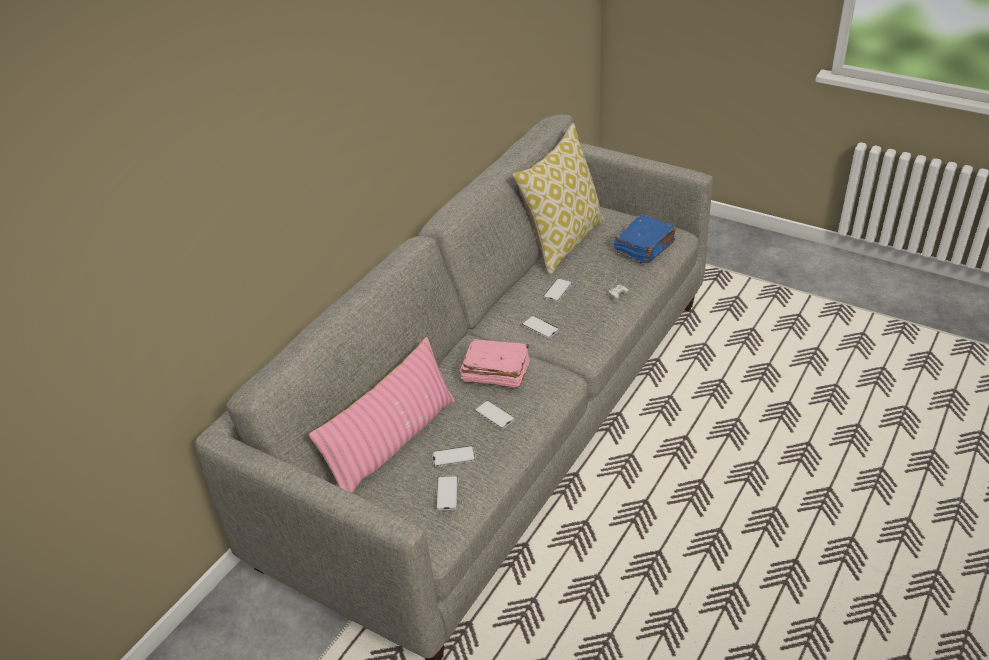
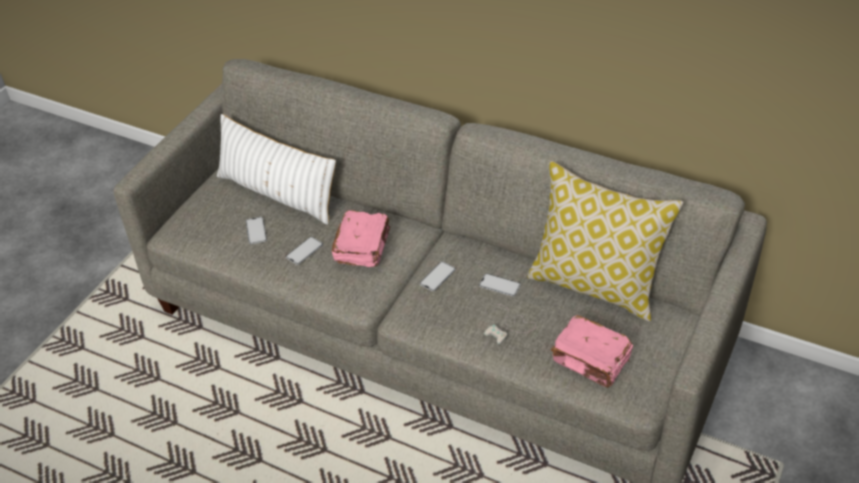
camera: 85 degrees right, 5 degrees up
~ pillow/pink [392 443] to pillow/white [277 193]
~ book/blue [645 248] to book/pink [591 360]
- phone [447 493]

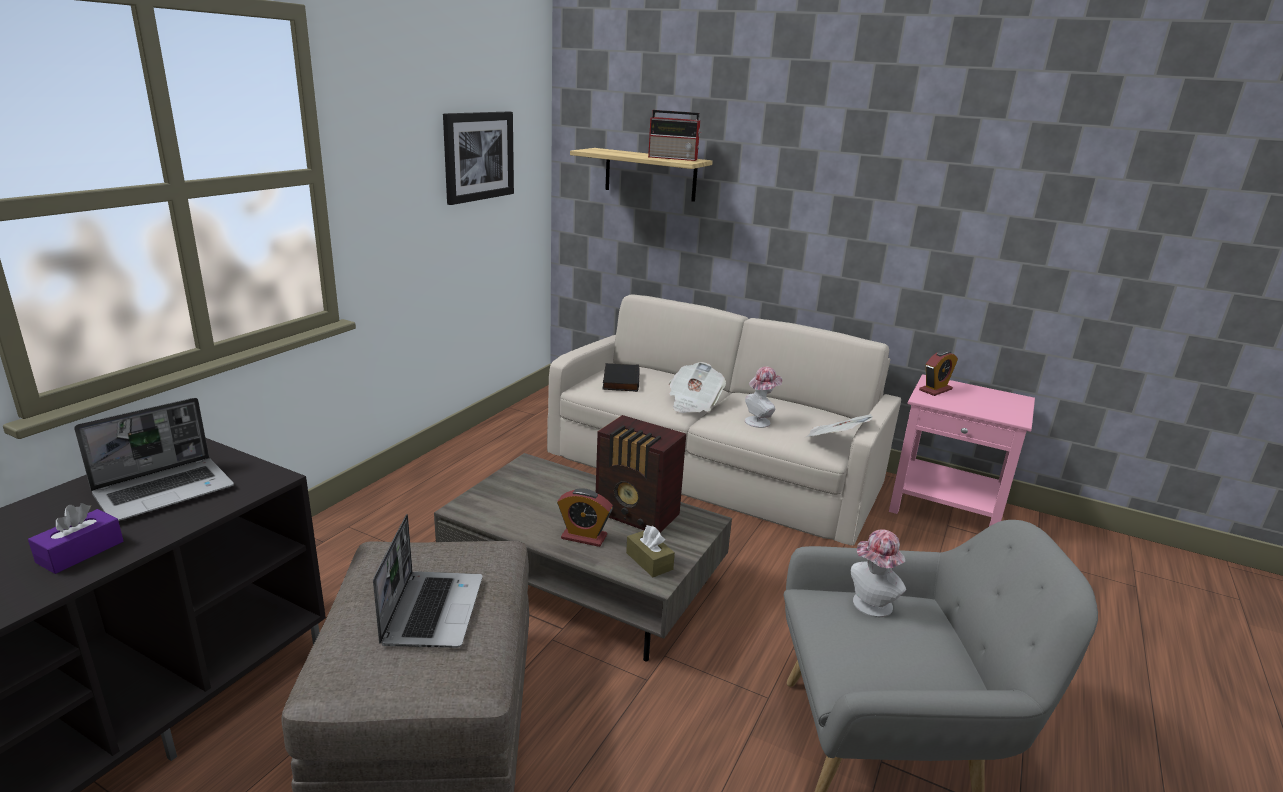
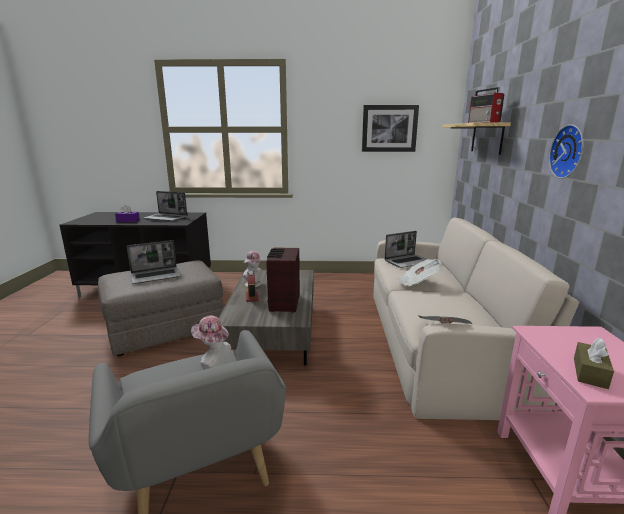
camera: 65 degrees right, 5 degrees down
~ hat [760 421] to [254 285]
~ book/black [619 380] to laptop [407 262]
+ wall clock [569 151]
~ tissue box/brown [649 561] to [590 372]
- alarm clock [935 390]

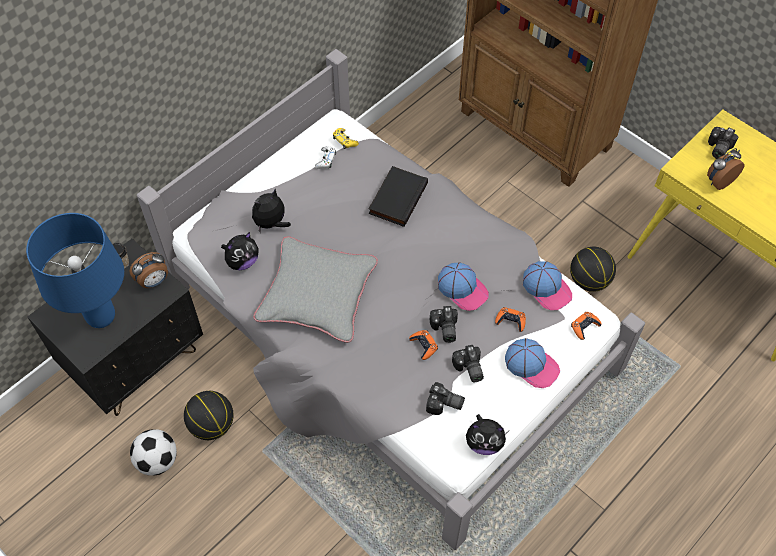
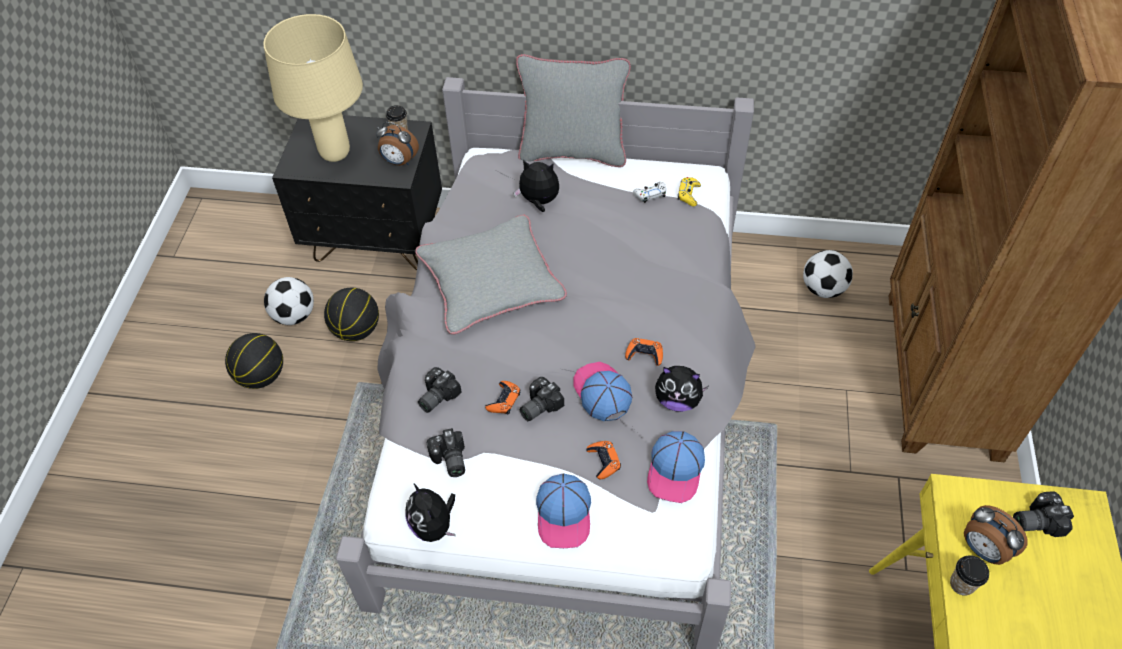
camera: 55 degrees right, 5 degrees down
~ basketball [589 280] to [262 376]
~ table lamp/blue [102 318] to table lamp/beige [335 154]
~ photo camera [468 369] to [435 396]
+ pillow/grey [573 152]
~ cap [462 289] = [601 392] 150 degrees clockwise
~ game controller/orange [584 327] to [644 354]
~ plush toy [242 261] to [677 400]
+ football [823 289]
+ cup [962 584]
~ alarm clock [718 181] = [983 549] 150 degrees counterclockwise
- book/black [397 198]

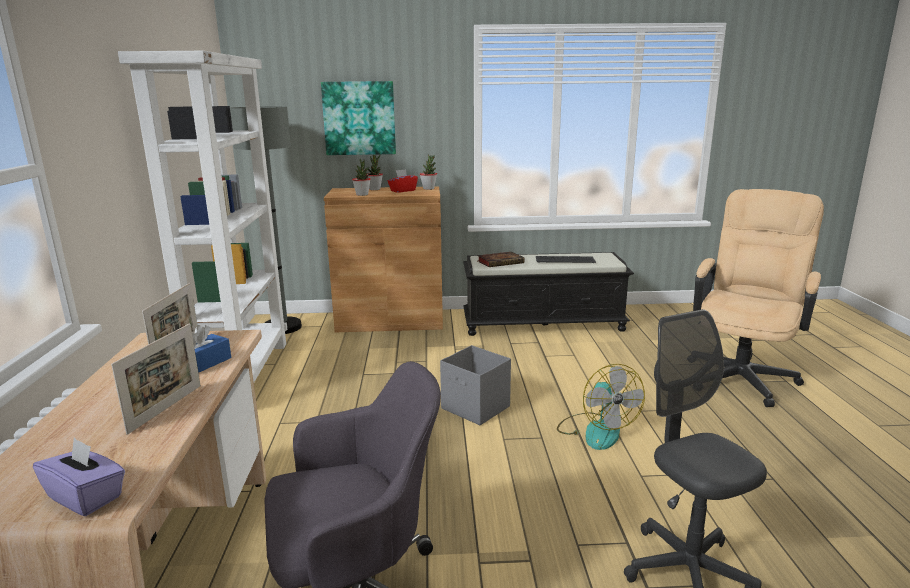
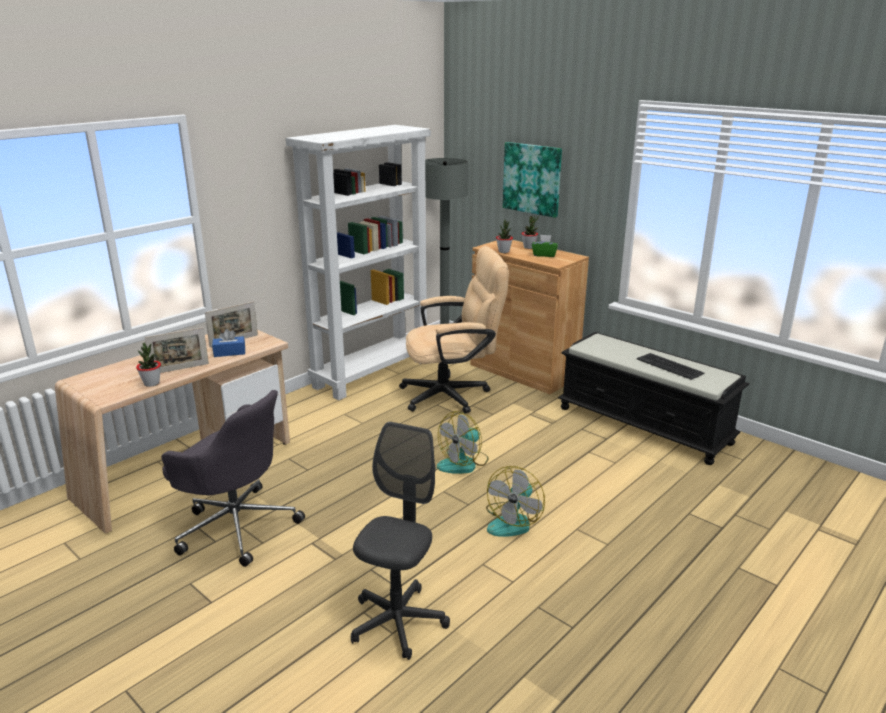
camera: 45 degrees right, 5 degrees up
~ potted plant [428 188] to [151 383]
~ office chair/beige [742 374] to [453 394]
~ storage box/grey [476 408] to fan [463 463]
~ tissue box/red [402 191] to tissue box/green [544 255]
- tissue box/purple [86 497]
- book [501 262]

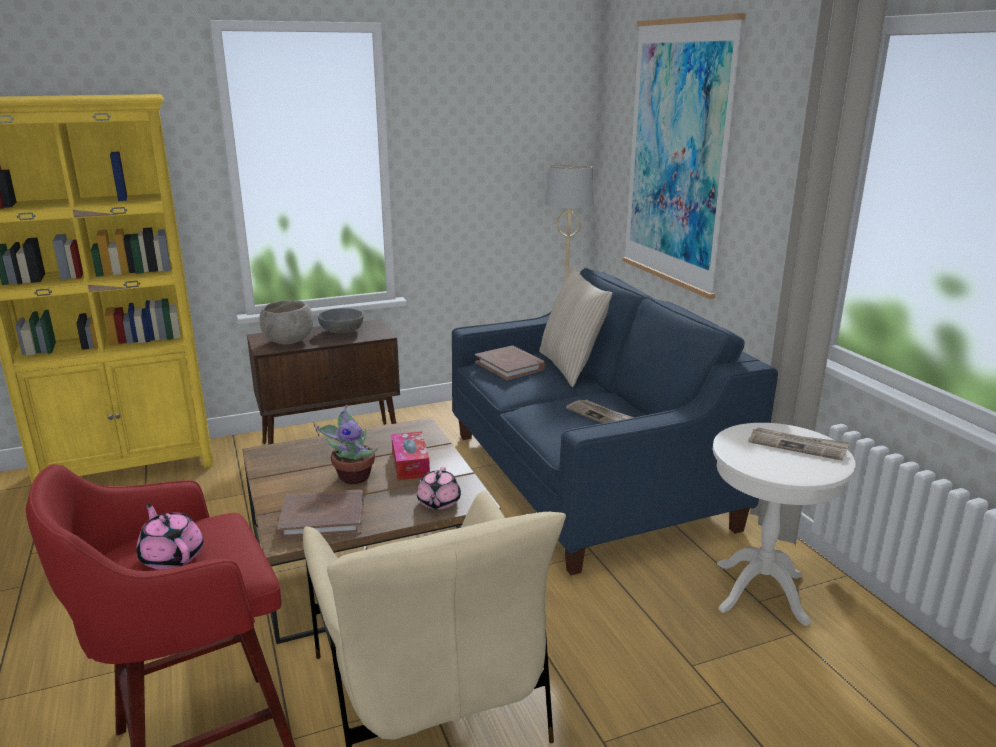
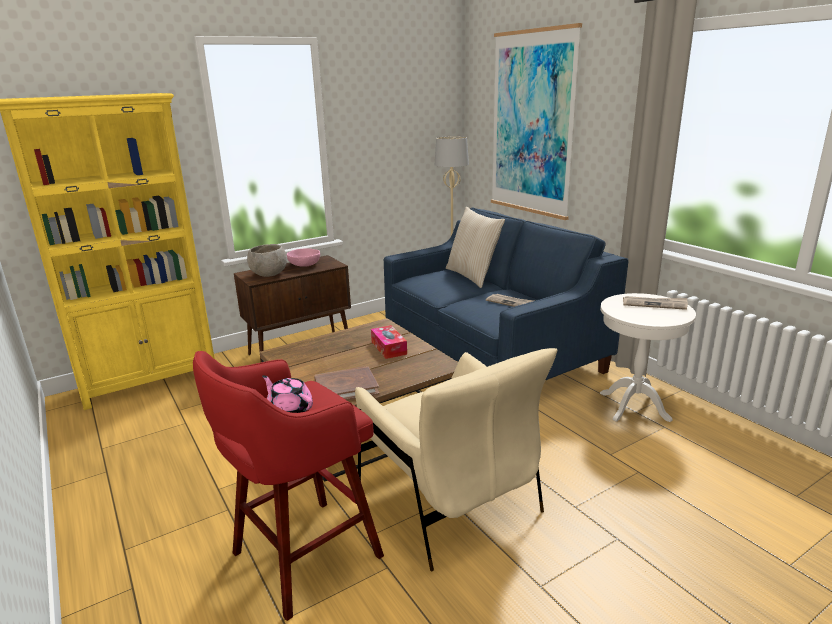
camera: 10 degrees left, 0 degrees up
~ bowl/grey [342 331] to bowl/pink [304 265]
- potted plant [352 476]
- teapot/pink [438 502]
- book/brown [510 366]

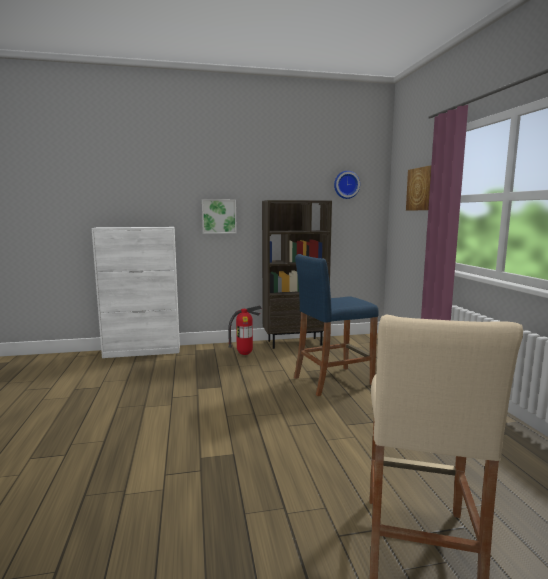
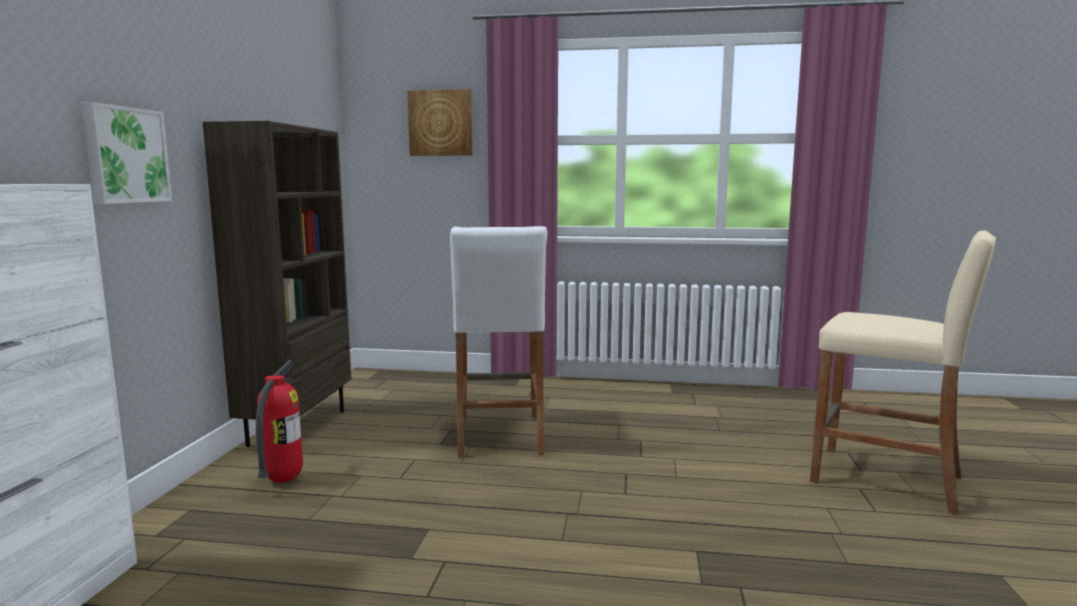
camera: 70 degrees left, 0 degrees up
~ stool/blue [333 381] to stool/white [499 434]
- wall clock [346 185]

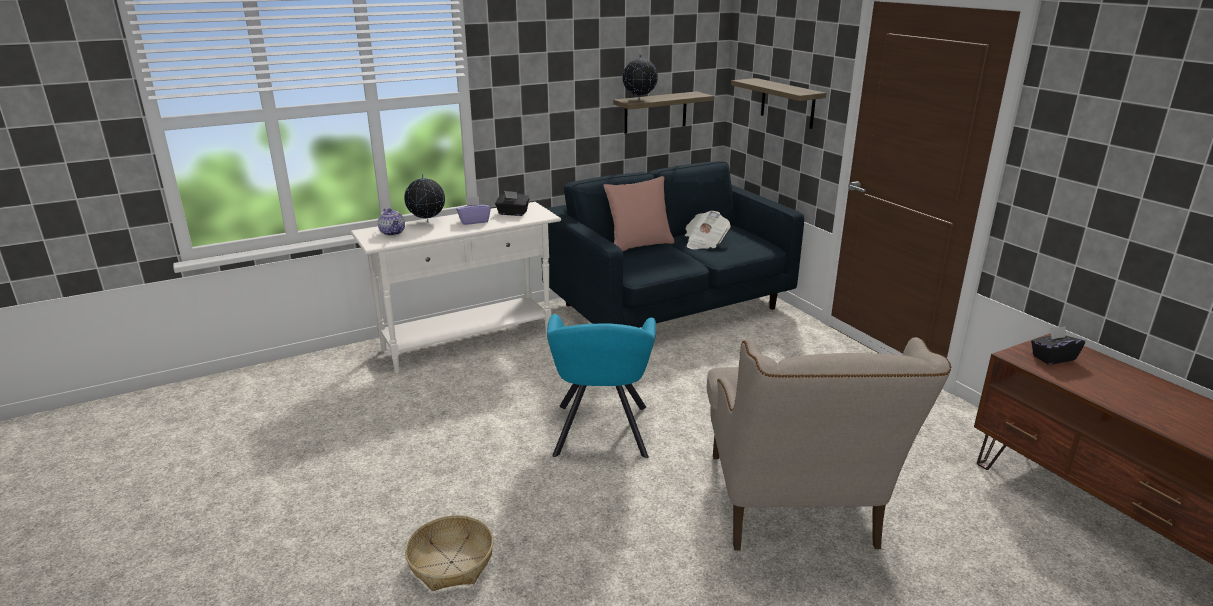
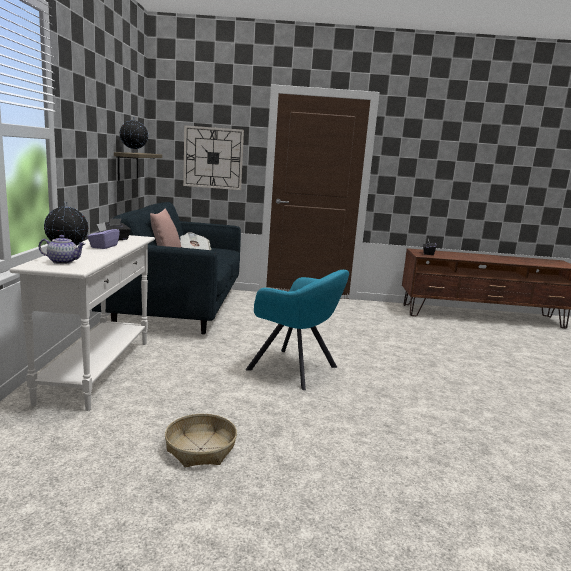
camera: 60 degrees left, 10 degrees down
~ basket [451 562] to [201 449]
~ shelf [787 103] to wall clock [213 158]
- armchair/beige [794 513]

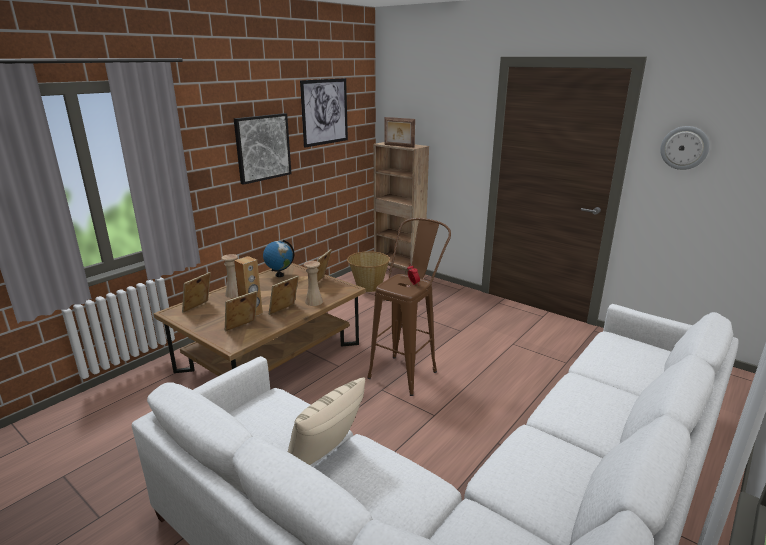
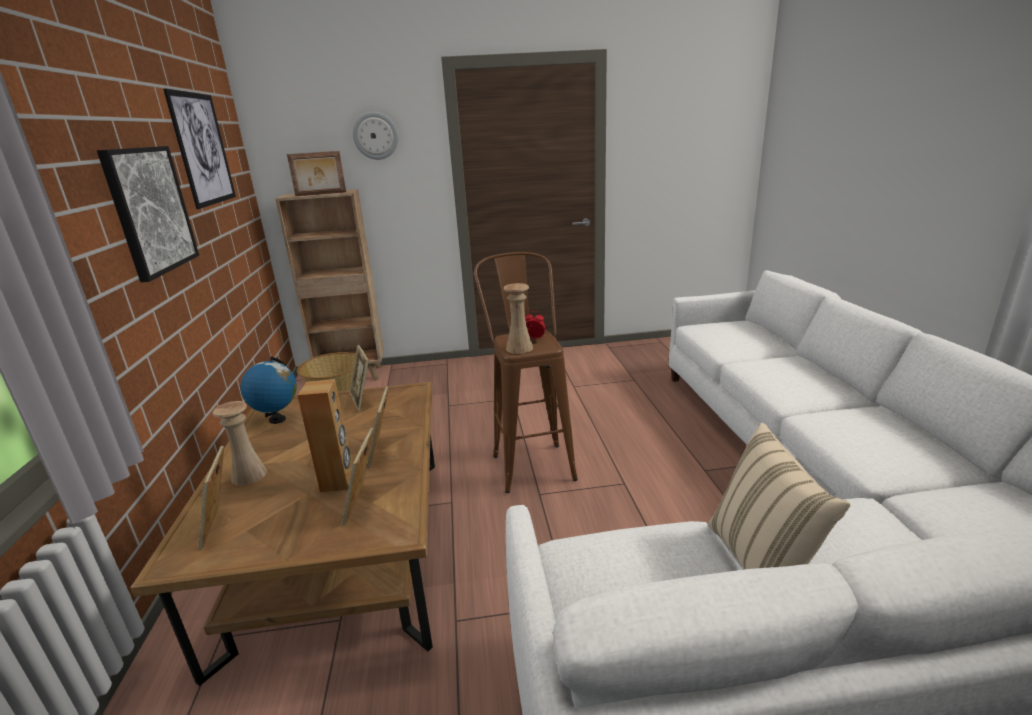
camera: 45 degrees left, 0 degrees up
~ wall clock [684 148] to [375 136]
~ vase/beige [314 302] to [519 348]

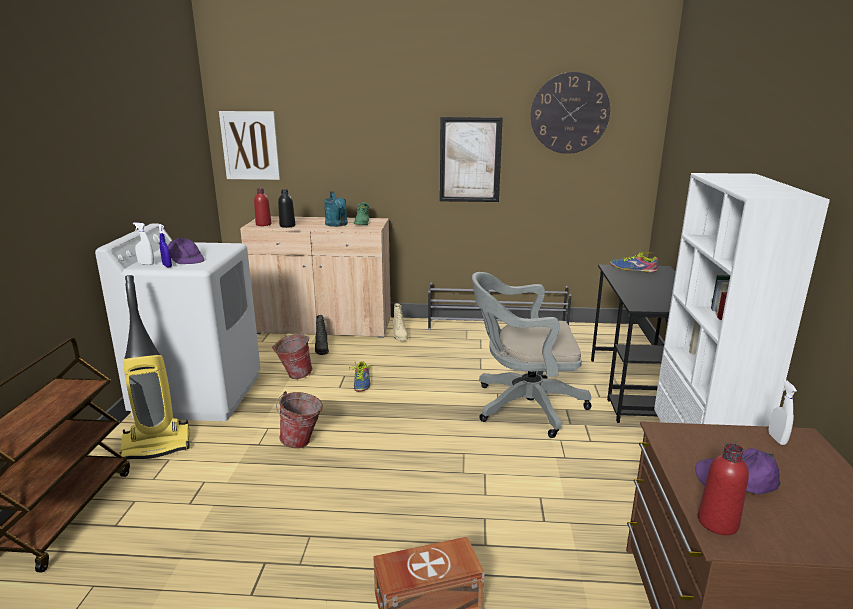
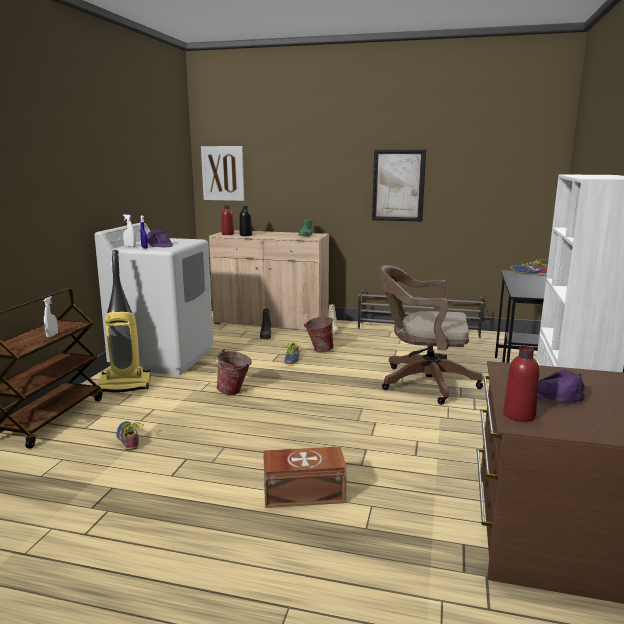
camera: 10 degrees right, 5 degrees down
~ spray bottle/white [777 439] to [52 335]
+ shoe [128 439]
~ bucket [294 375] to [318 350]
~ office chair/grey [522 406] to office chair/brown [422 382]
- watering can/turquoise [337 225]
- wall clock [569 113]

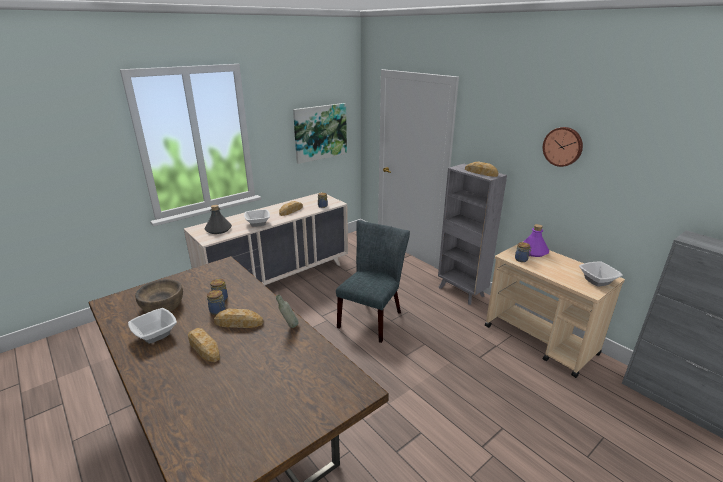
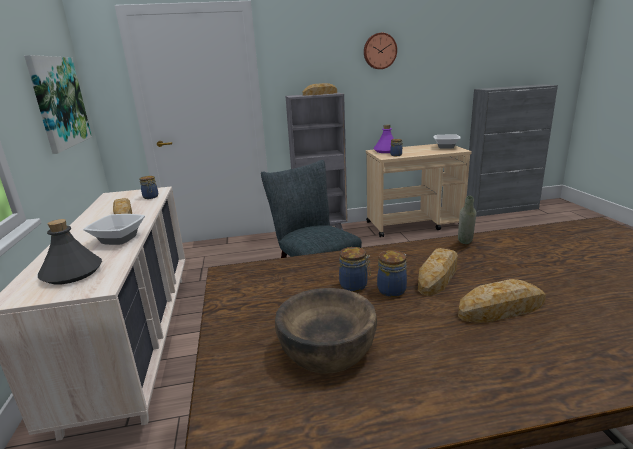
camera: 60 degrees left, 5 degrees down
- bowl [156 335]

